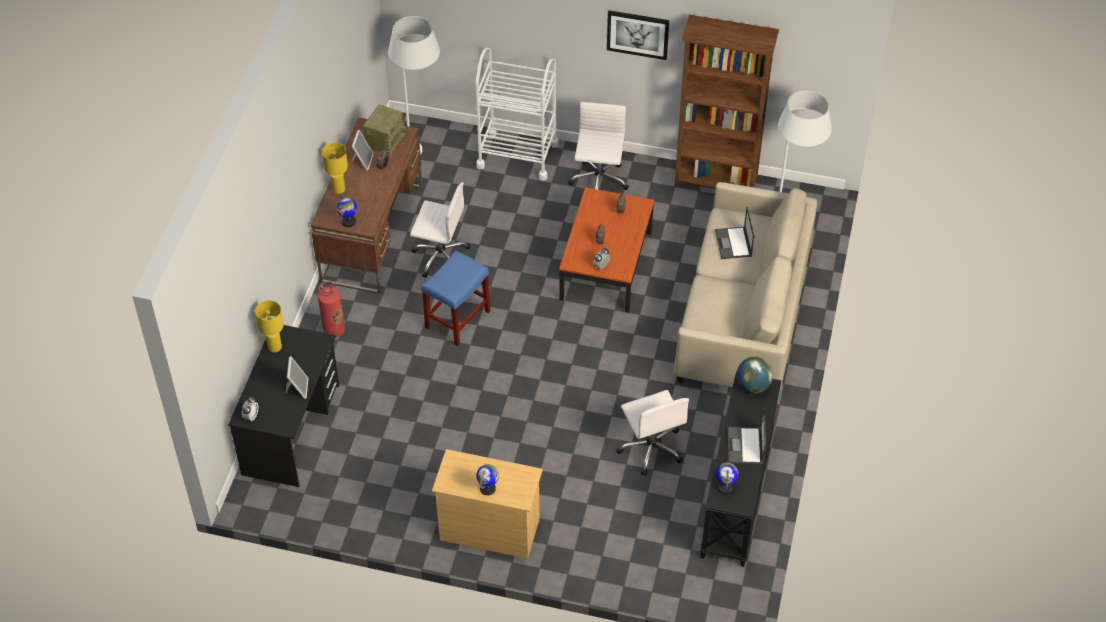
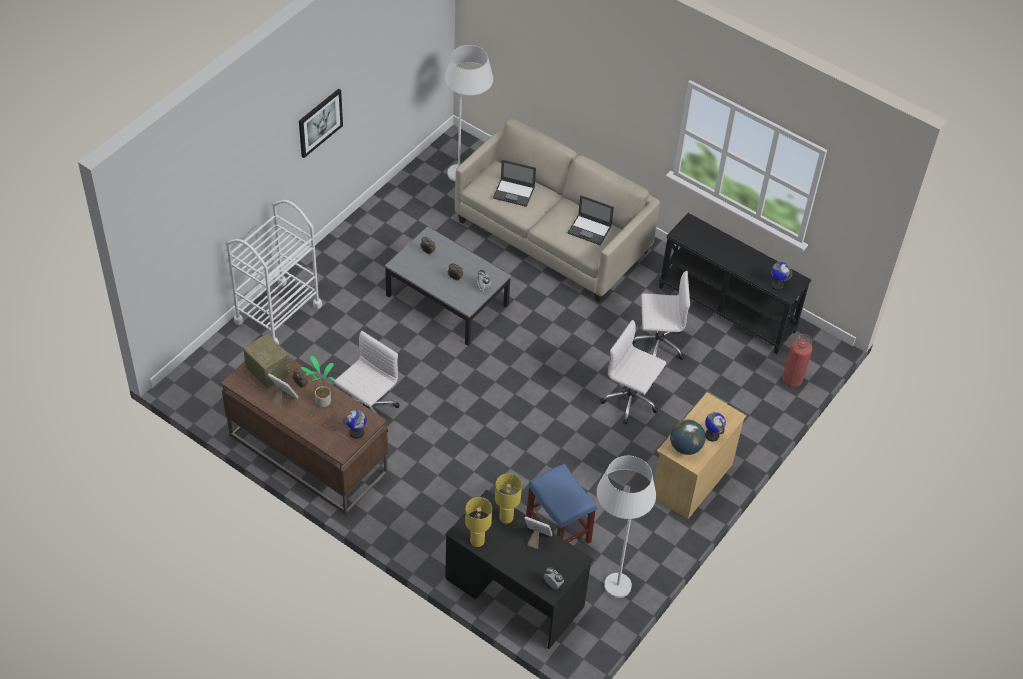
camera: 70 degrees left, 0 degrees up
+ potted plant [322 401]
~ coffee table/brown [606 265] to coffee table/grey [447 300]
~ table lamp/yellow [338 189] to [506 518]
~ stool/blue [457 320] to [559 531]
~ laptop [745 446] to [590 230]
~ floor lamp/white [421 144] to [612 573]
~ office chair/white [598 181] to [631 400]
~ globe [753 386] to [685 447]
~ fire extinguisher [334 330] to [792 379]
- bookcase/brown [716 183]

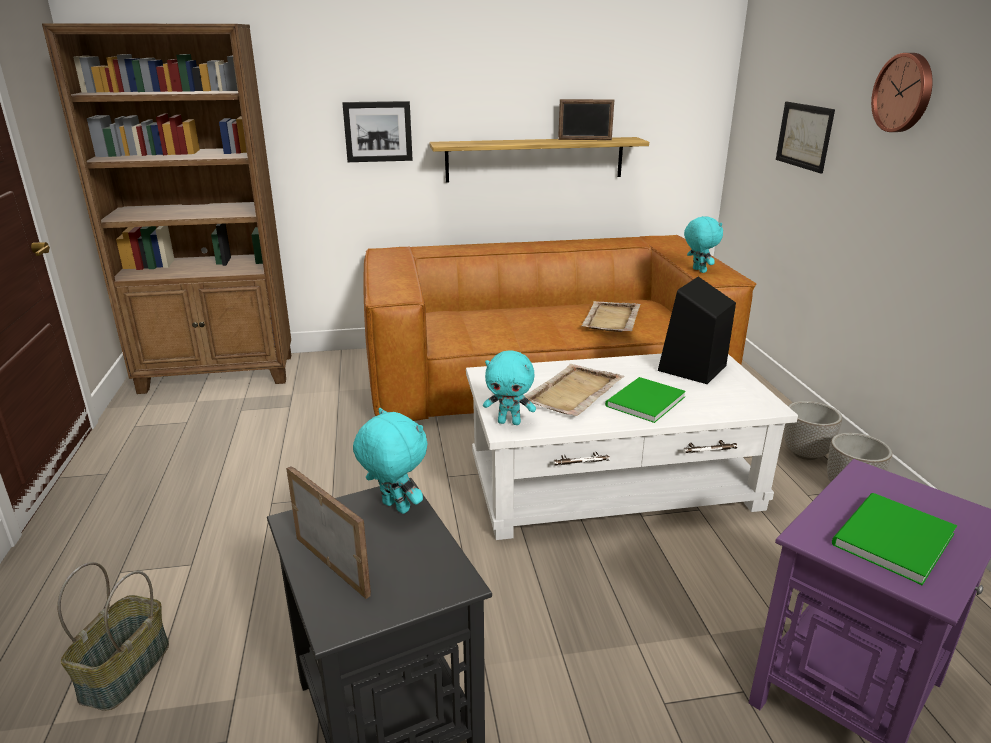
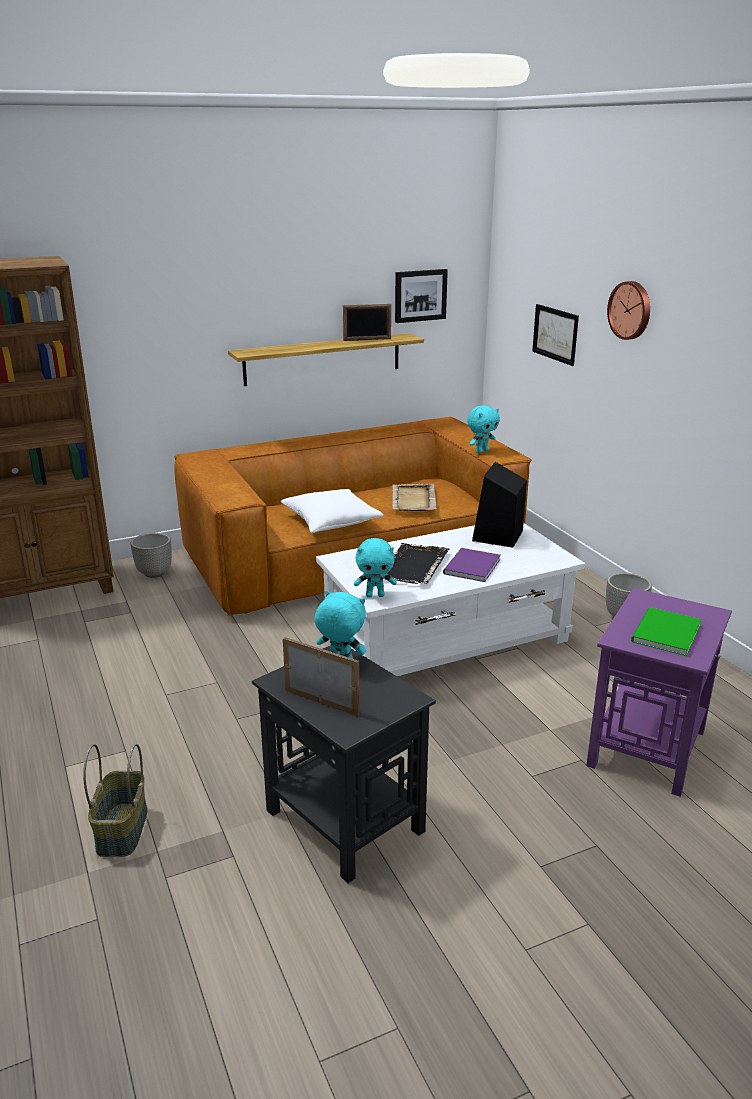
camera: 15 degrees left, 0 degrees up
~ planter [804 453] to [154 573]
+ pillow/white [331 522]
~ tray/beige [572 393] to tray/black [413 566]
~ picture [378 131] to [420 295]
~ book/green [642 402] to book/purple [470 567]
~ plush toy/turquoise [698 270] = [481 451] 90 degrees clockwise

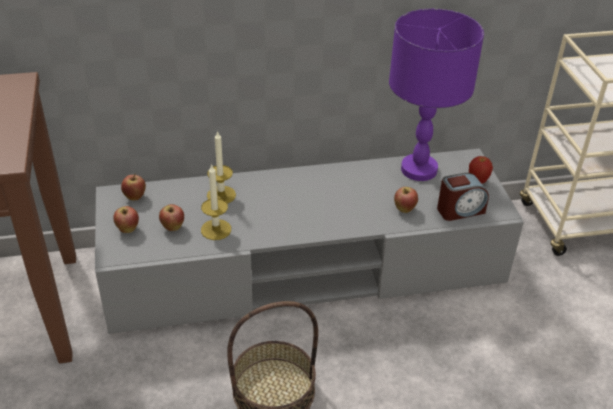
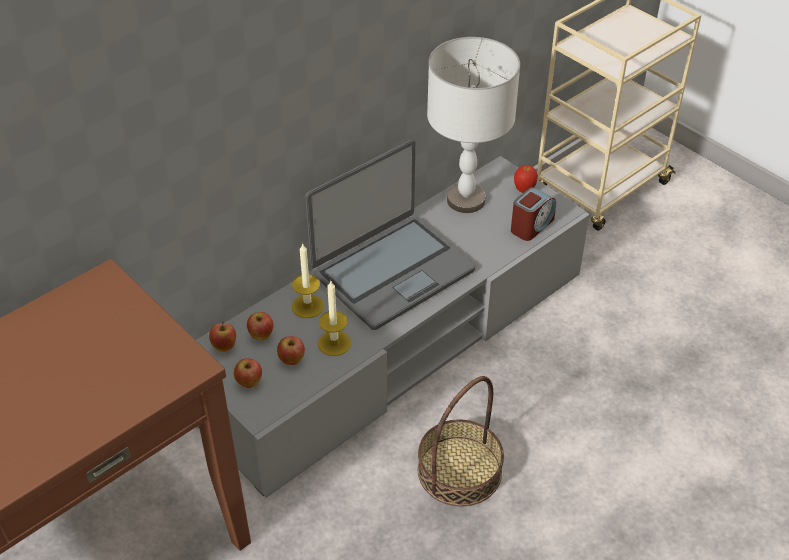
camera: 30 degrees left, 5 degrees up
~ apple [404 209] to [261 336]
+ laptop [392 271]
~ table lamp/purple [419 170] to table lamp/grey [466 200]

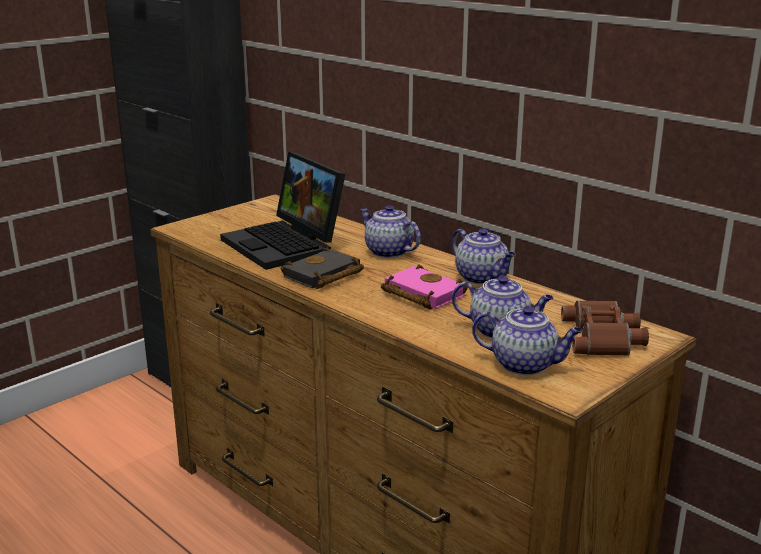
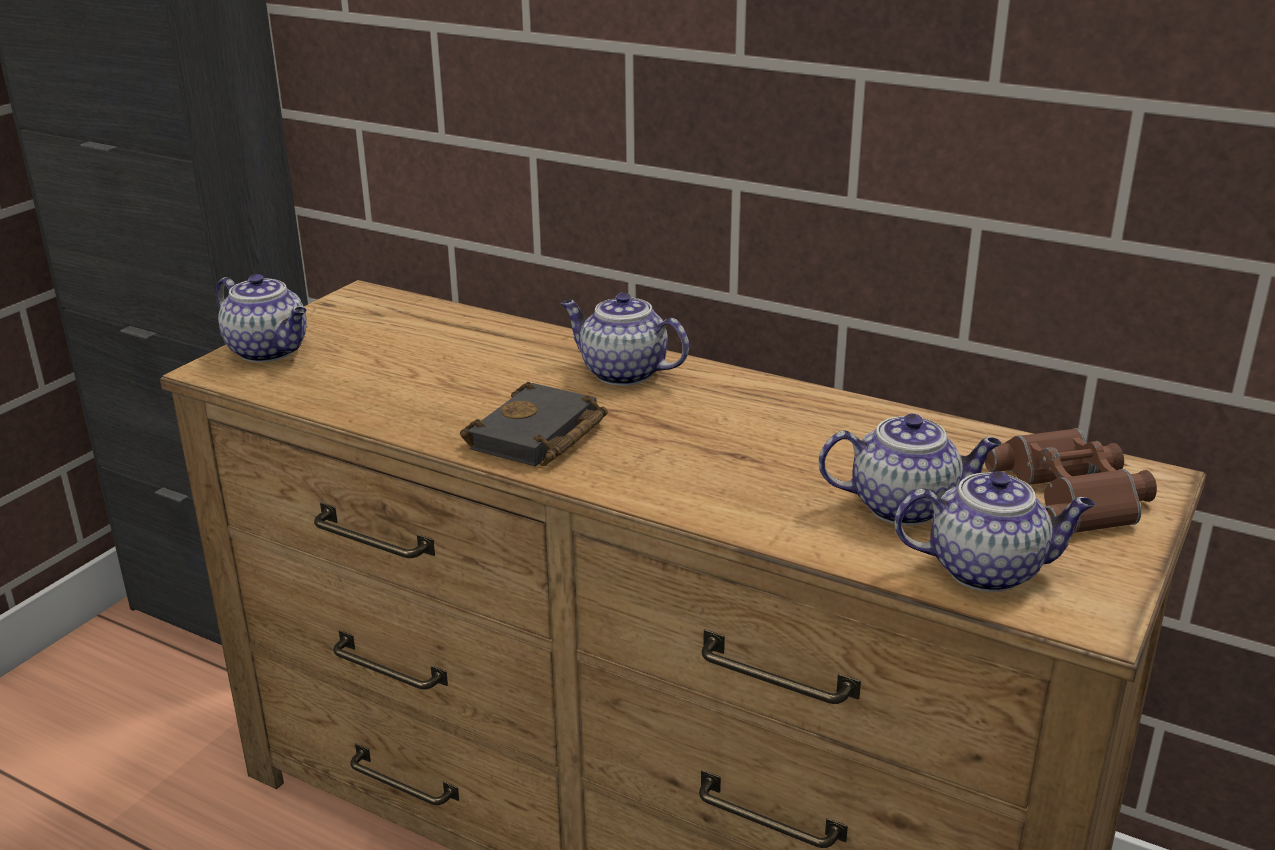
camera: 15 degrees left, 5 degrees up
~ teapot [482 278] to [270 351]
- laptop [286 245]
- book/pink [420 294]

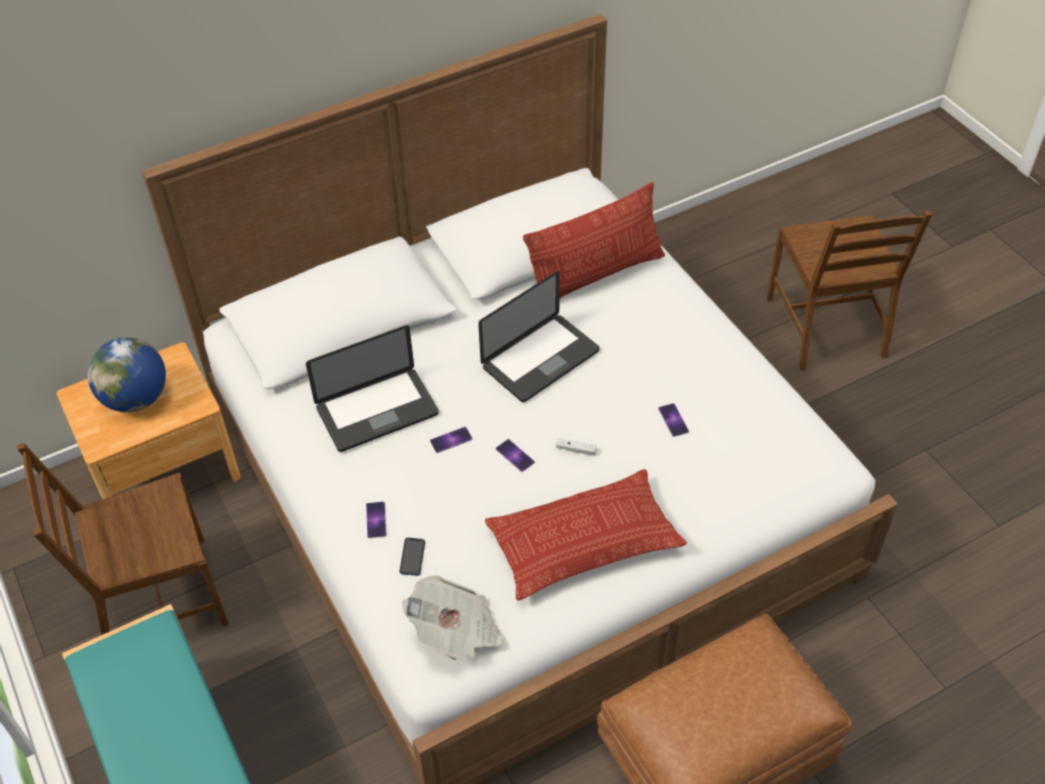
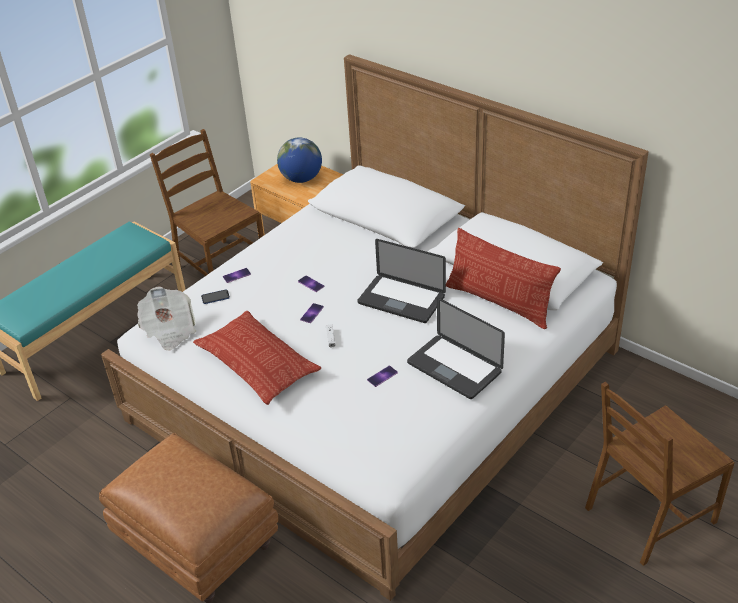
camera: 70 degrees right, 10 degrees down
~ laptop [377 411] to [454 368]

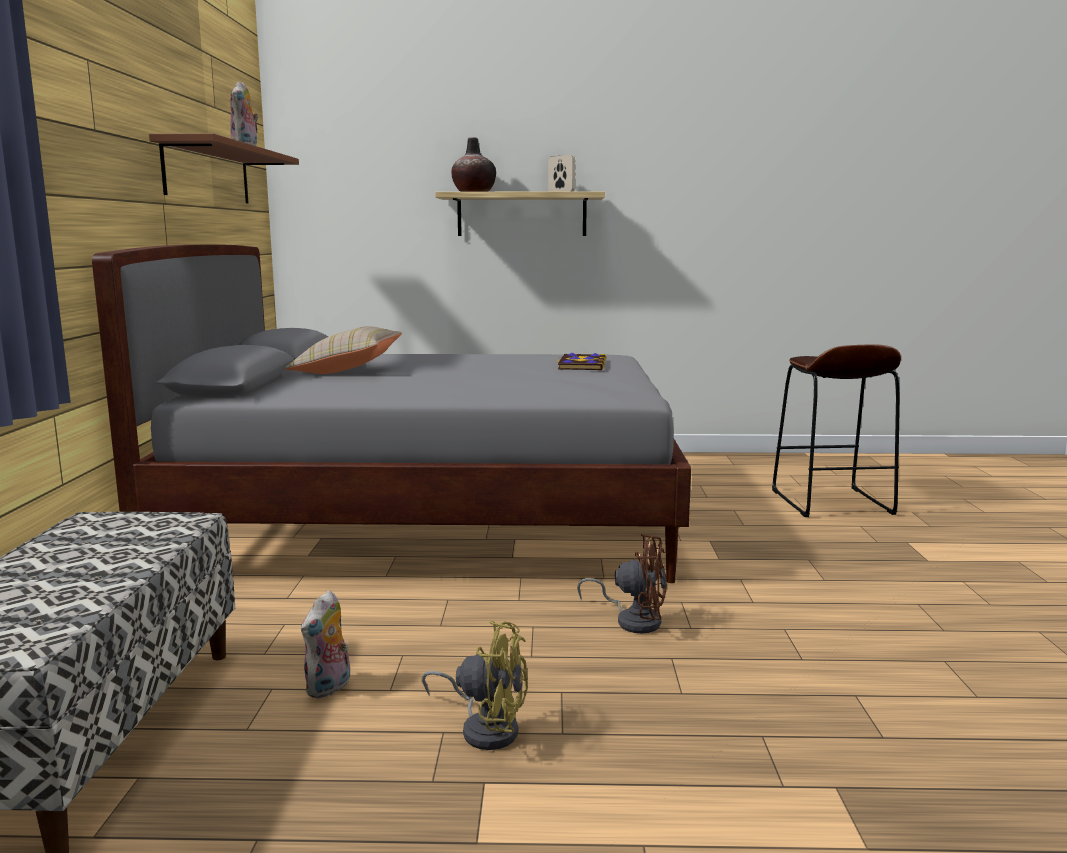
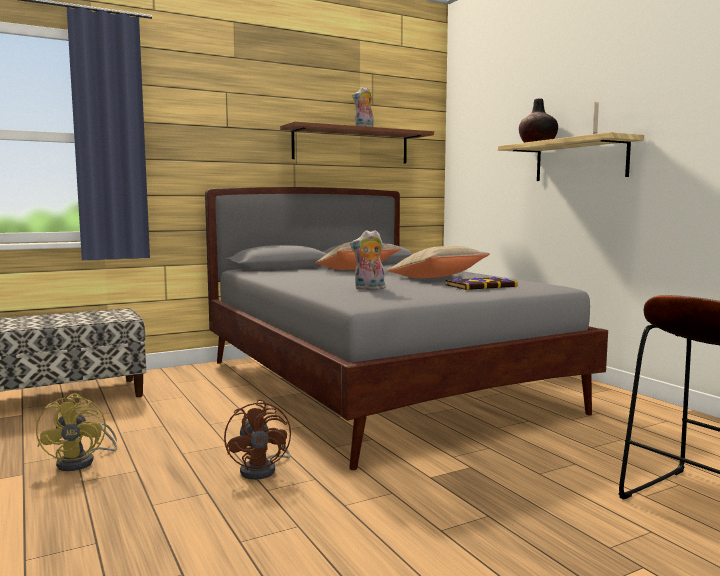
camera: 60 degrees right, 5 degrees down
~ plush toy [329 688] to [369 289]
+ pillow/beige [437 278]

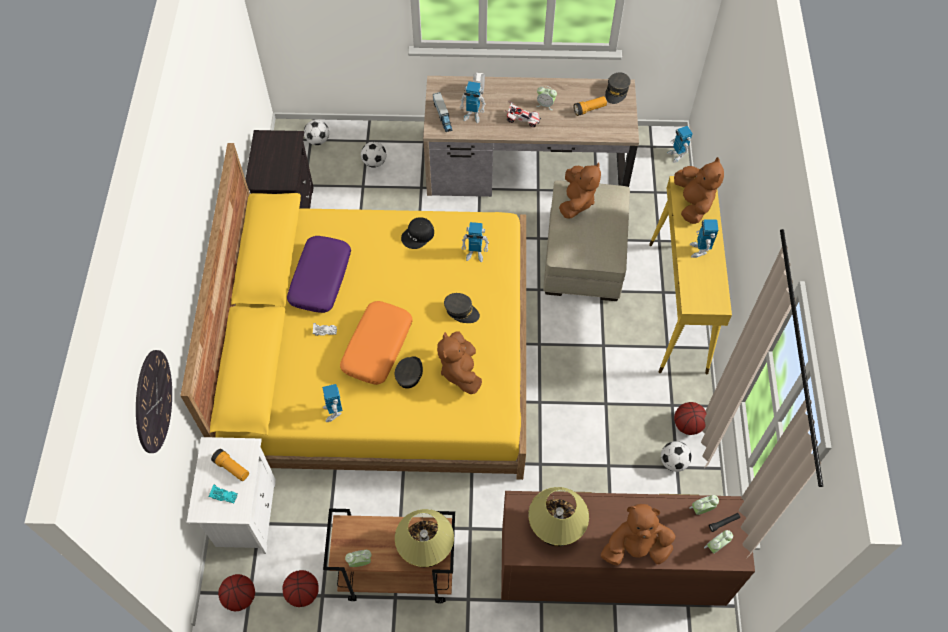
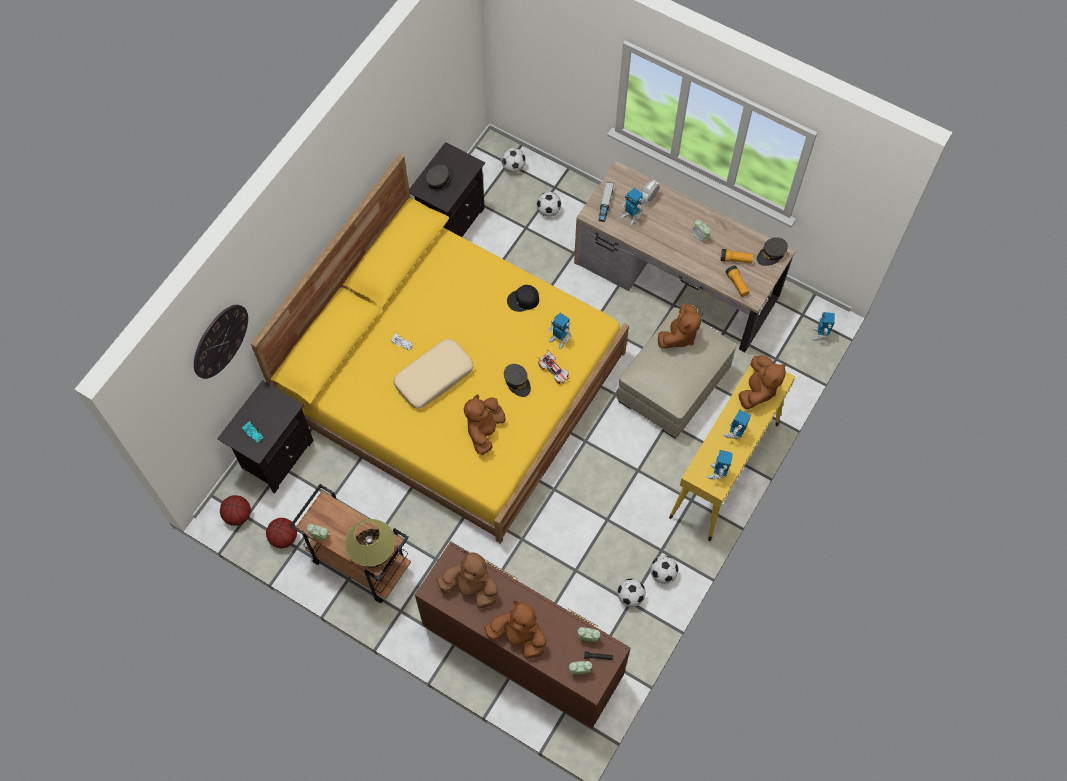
camera: 30 degrees right, 5 degrees up
~ nightstand/white [245 514] to nightstand/black [276 455]
~ pillow/orange [377 346] to pillow/beige [434 377]
~ cap/grey [409 374] to [440 179]
~ table lamp [556 525] to plush toy/brown [471 588]
~ toy car [522 119] to [553 371]
~ basketball [687 425] to football [663 573]
~ toy robot [333 412] to [717 473]
~ flashlight [232 468] to [737 284]
- pillow/purple [320 278]

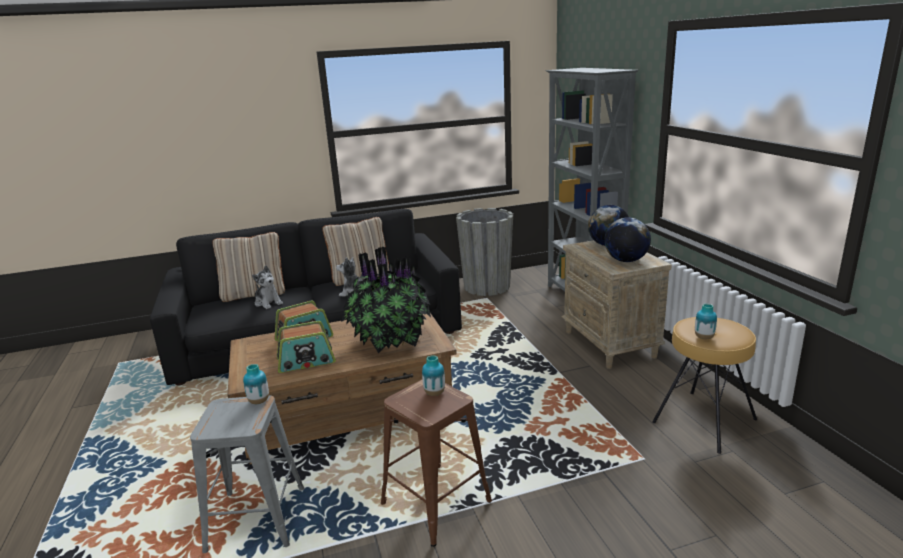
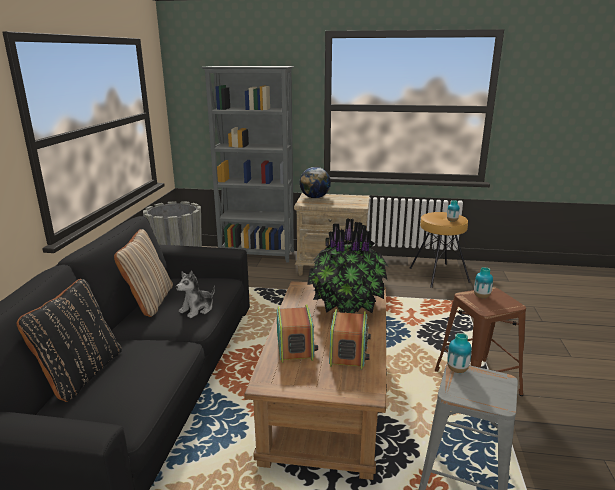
camera: 65 degrees left, 0 degrees up
~ pillow/beige [254 294] to pillow/black [81 373]
- plush toy [268 303]
- globe [626 260]

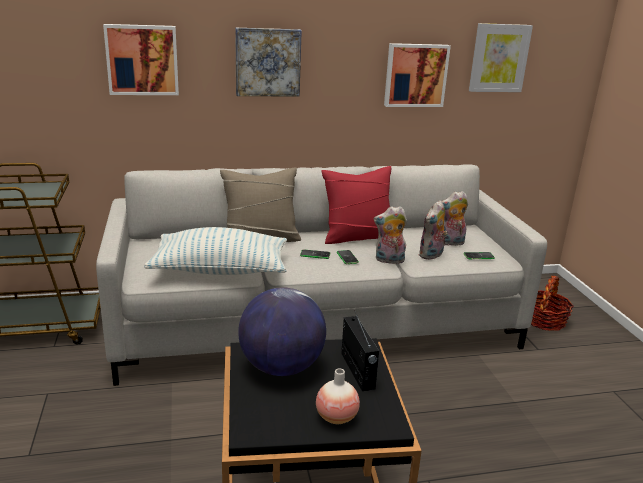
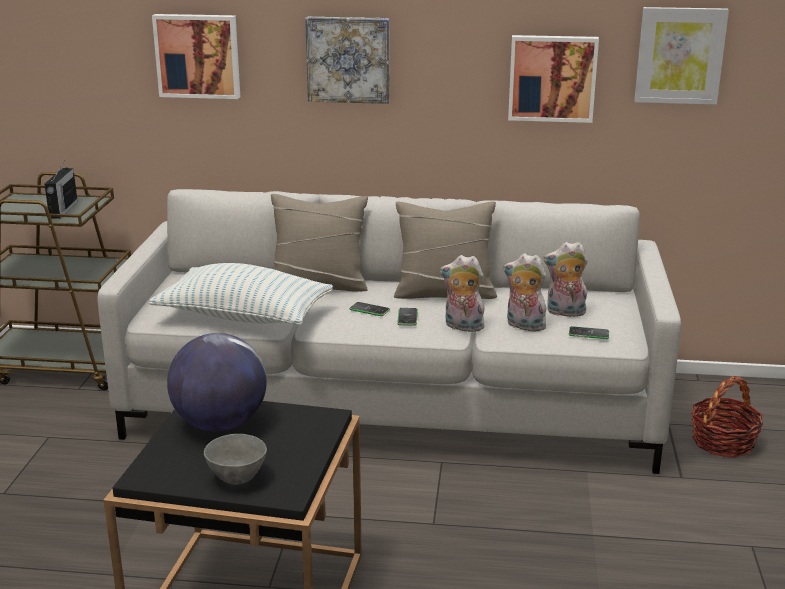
camera: 20 degrees right, 0 degrees up
~ radio [357 371] to [63 210]
~ vase [336 417] to bowl/grey [238 479]
~ pillow/red [357 237] to pillow/beige [444 293]
~ plush toy [431 255] = [523 326] 60 degrees clockwise

